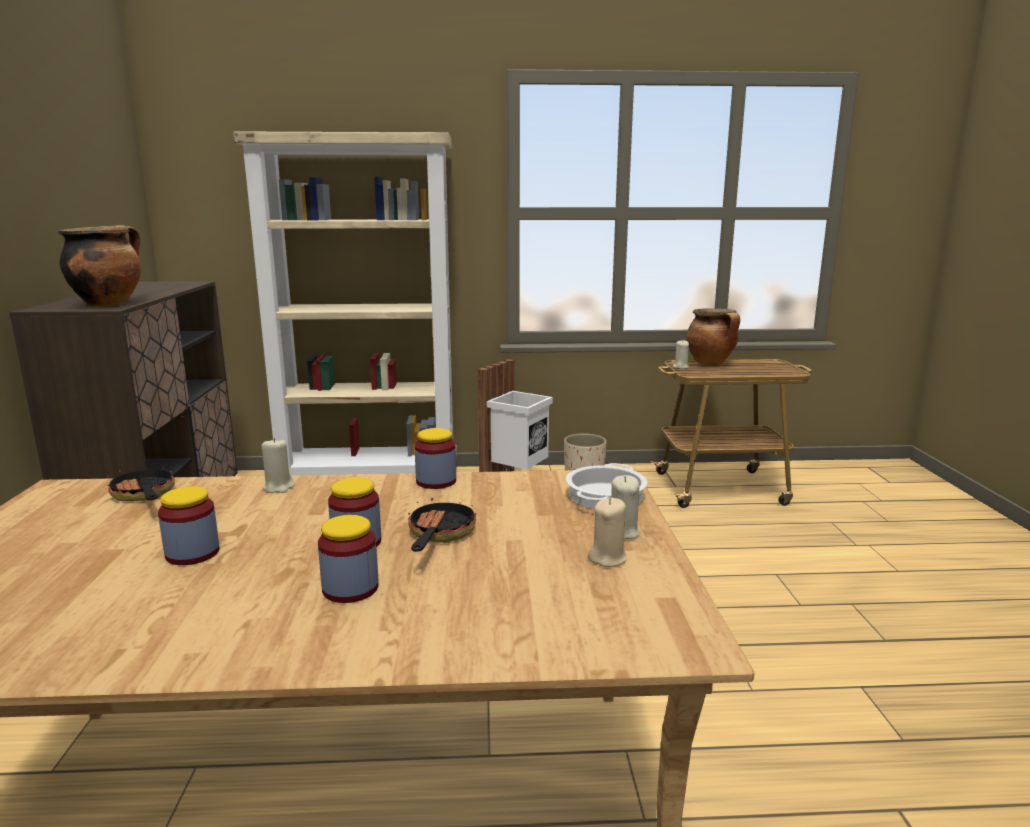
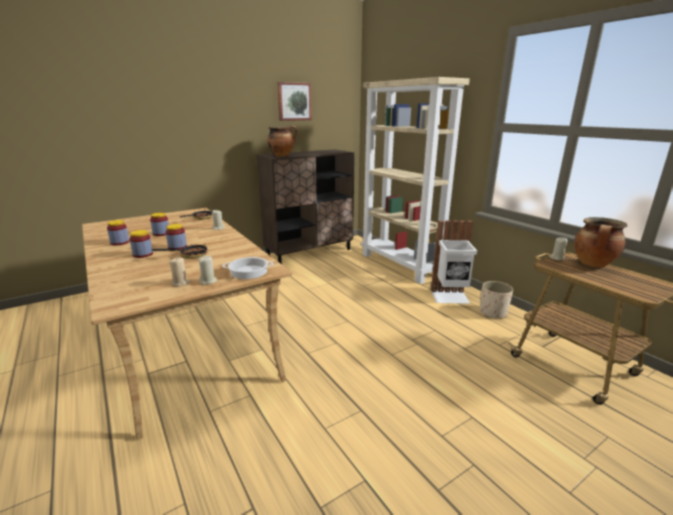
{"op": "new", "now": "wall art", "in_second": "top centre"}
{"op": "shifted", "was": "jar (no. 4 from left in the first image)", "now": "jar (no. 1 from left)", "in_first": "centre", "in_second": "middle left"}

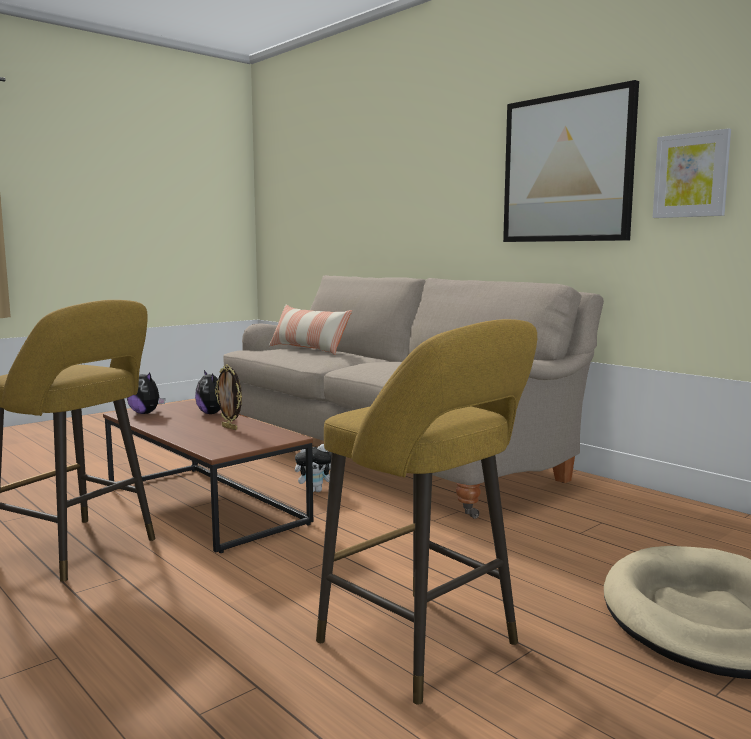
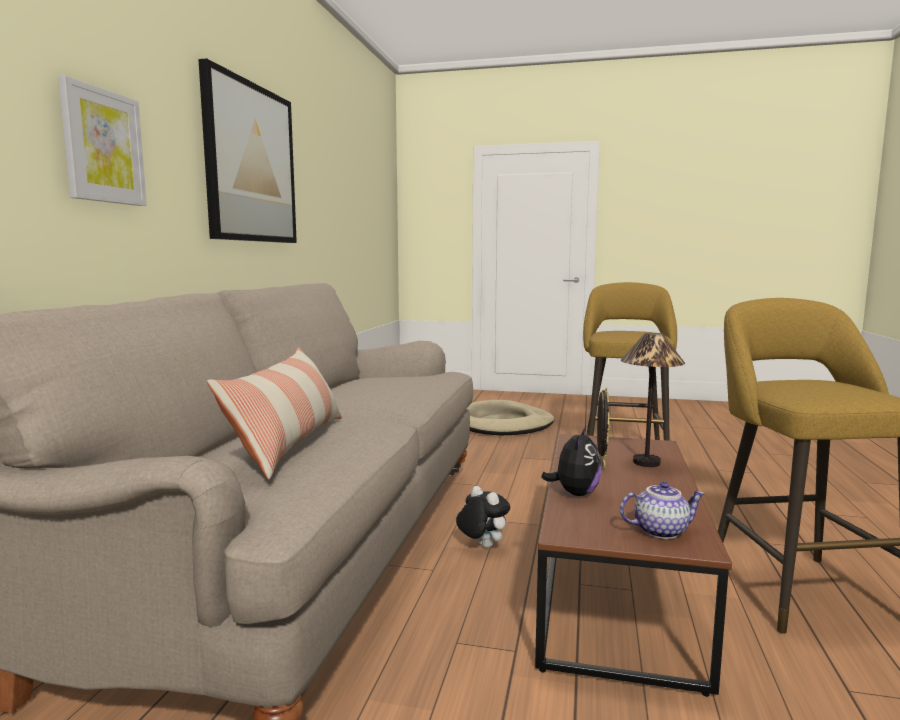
{"op": "new", "now": "lamp for a table", "in_second": "middle right"}
{"op": "shifted", "was": "wall art (no. 2 from left in the first image)", "now": "wall art (no. 1 from left)", "in_first": "top right", "in_second": "top left"}
{"op": "swapped", "was": "plush toy (no. 1 from left)", "now": "pot for tea", "in_first": "middle left", "in_second": "bottom right"}

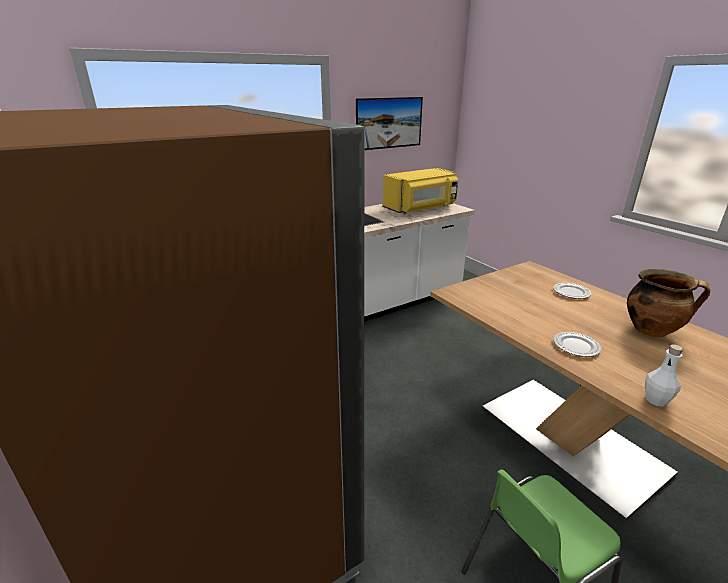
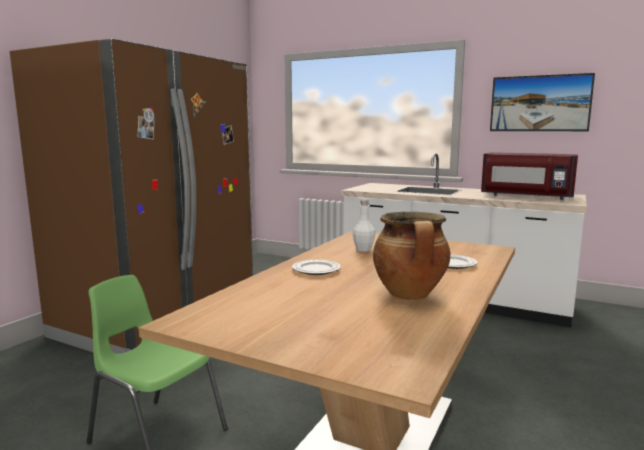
{"op": "shifted", "was": "white drink bottle", "in_first": "middle right", "in_second": "centre"}
{"op": "repainted", "was": "yellow microwave oven", "now": "red-coloured microwave oven", "in_first": "top centre", "in_second": "middle right"}

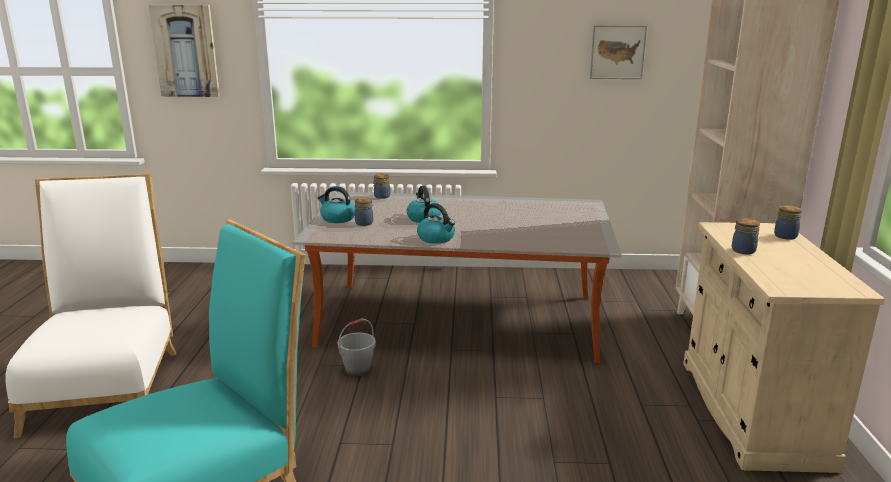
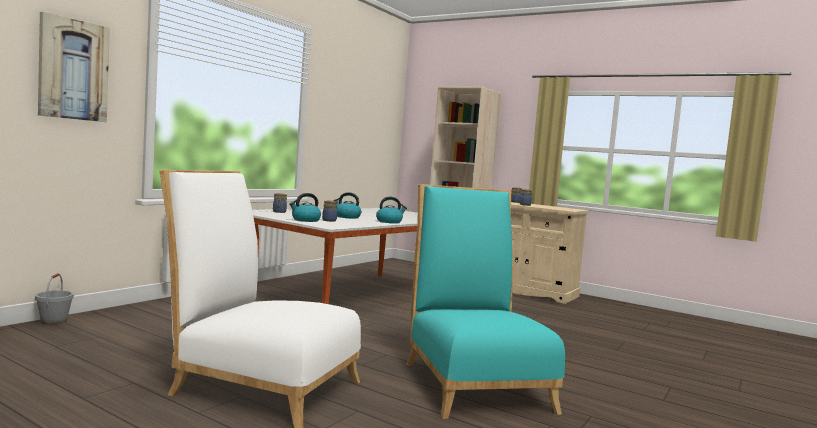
{"op": "gone", "was": "wall art (no. 2 from left)", "in_first": "top right"}
{"op": "shifted", "was": "greyish bucket", "in_first": "bottom centre", "in_second": "bottom left"}

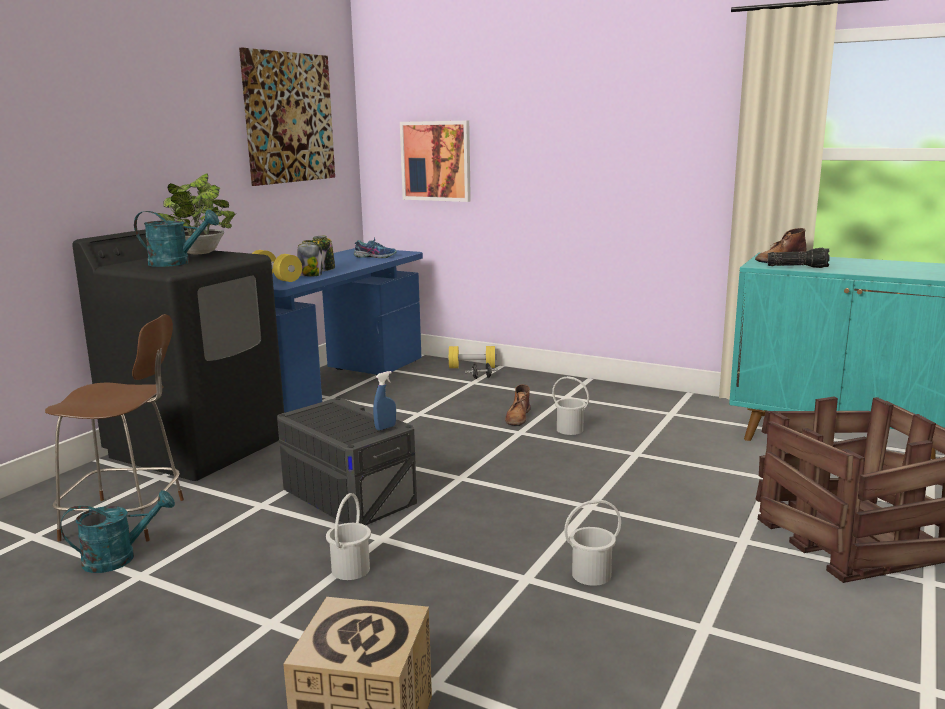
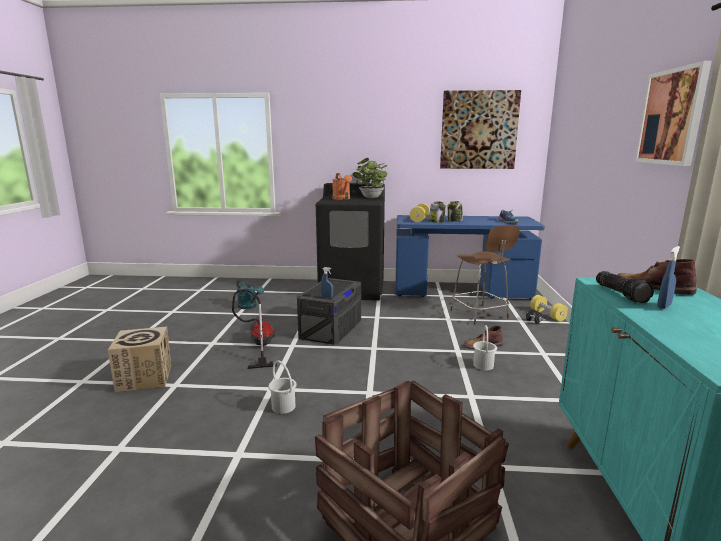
{"op": "new", "now": "blue hand sprayer (no. 2 from left)", "in_second": "middle right"}
{"op": "shifted", "was": "brown stool", "in_first": "middle left", "in_second": "middle right"}
{"op": "shifted", "was": "wall art (no. 2 from left)", "in_first": "top centre", "in_second": "top right"}
{"op": "swapped", "was": "white bucket (no. 1 from left)", "now": "hoover", "in_first": "bottom centre", "in_second": "centre"}
{"op": "repainted", "was": "turquoise watering can (no. 2 from left)", "now": "orange watering can", "in_first": "middle left", "in_second": "centre"}

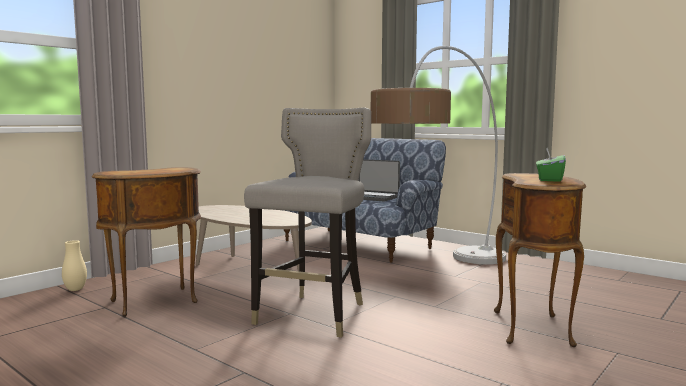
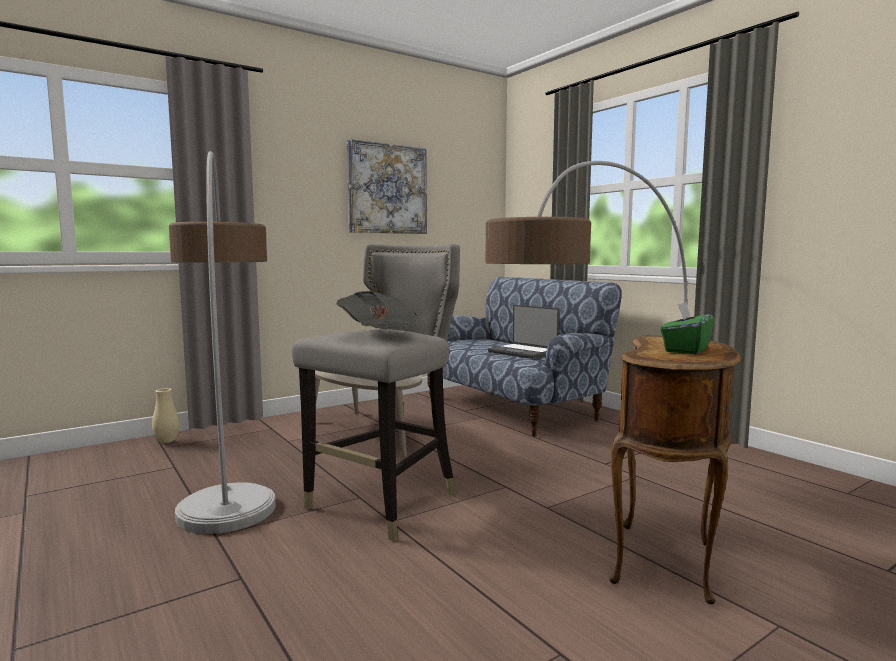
{"op": "new", "now": "printed paper", "in_second": "centre"}
{"op": "new", "now": "wall art", "in_second": "top centre"}
{"op": "swapped", "was": "brown end table (no. 1 from left)", "now": "standing lamp (no. 1 from left)", "in_first": "middle left", "in_second": "middle left"}

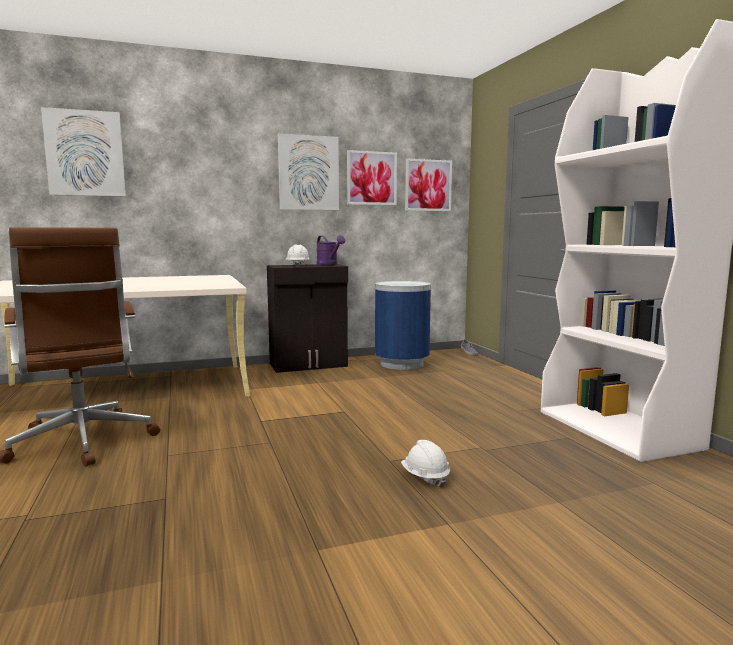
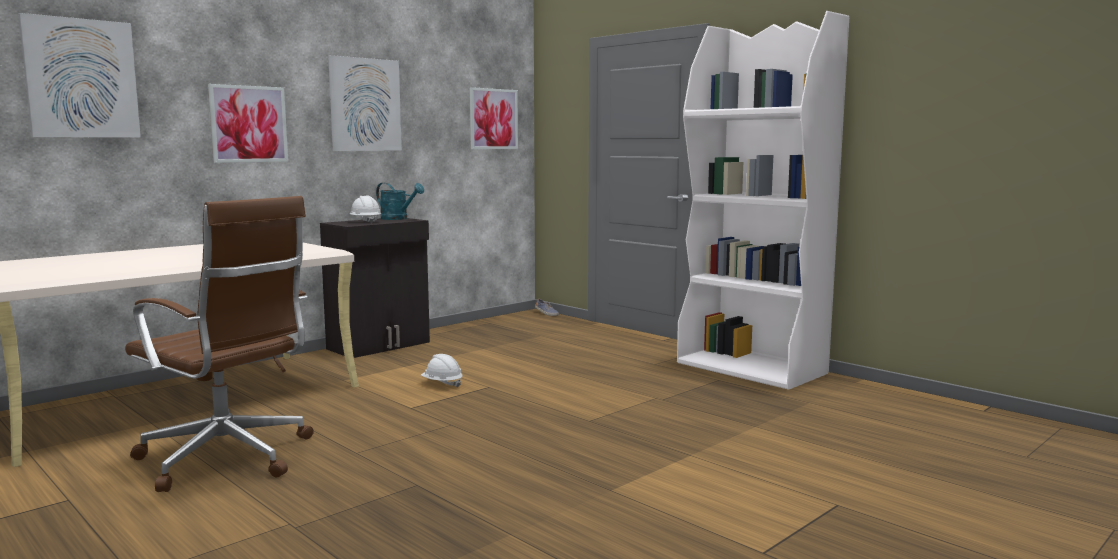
{"op": "gone", "was": "blue rubbish bin", "in_first": "centre"}
{"op": "shifted", "was": "wall art (no. 3 from left in the first image)", "now": "wall art (no. 2 from left)", "in_first": "top centre", "in_second": "top left"}
{"op": "shifted", "was": "white work helmet (no. 2 from left)", "in_first": "bottom centre", "in_second": "centre"}
{"op": "repainted", "was": "purple-coloured watering can", "now": "turquoise watering can", "in_first": "centre", "in_second": "centre"}

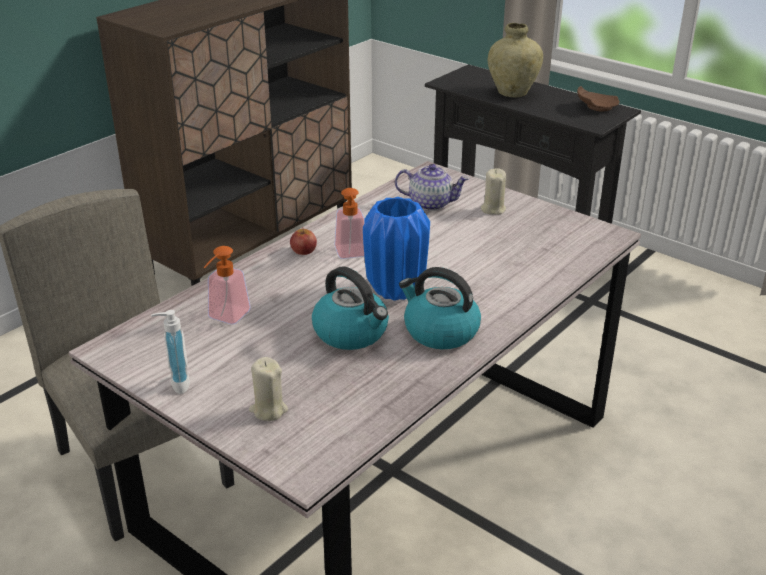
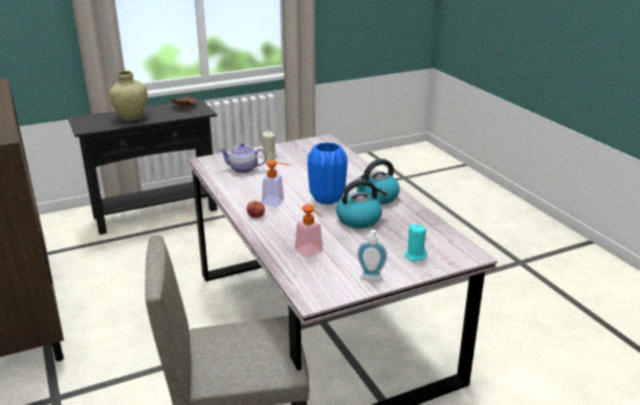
{"op": "repainted", "was": "beige wax candle (no. 1 from left)", "now": "turquoise wax candle", "in_first": "bottom centre", "in_second": "centre"}
{"op": "rotated", "was": "pot for tea", "in_first": "top centre", "in_second": "centre", "clockwise": -120}

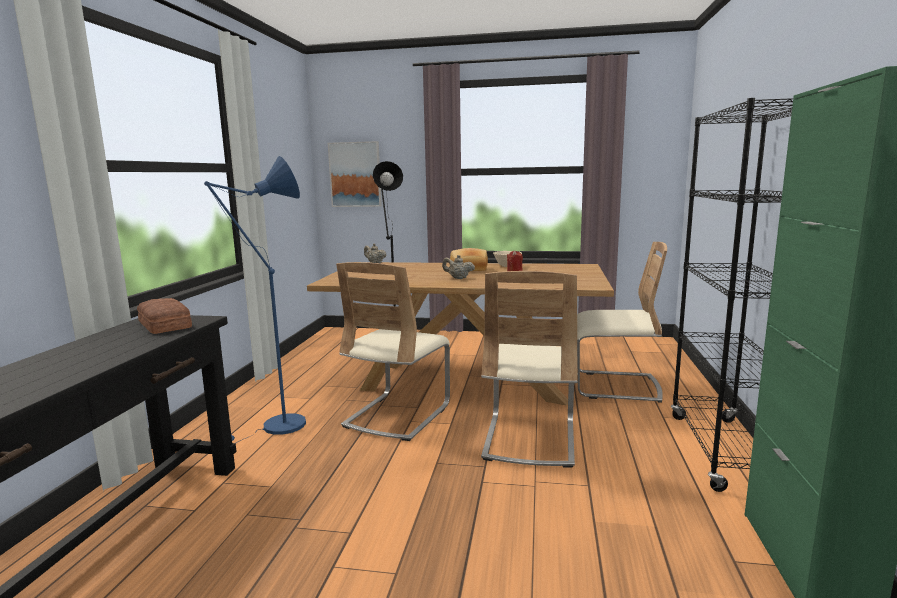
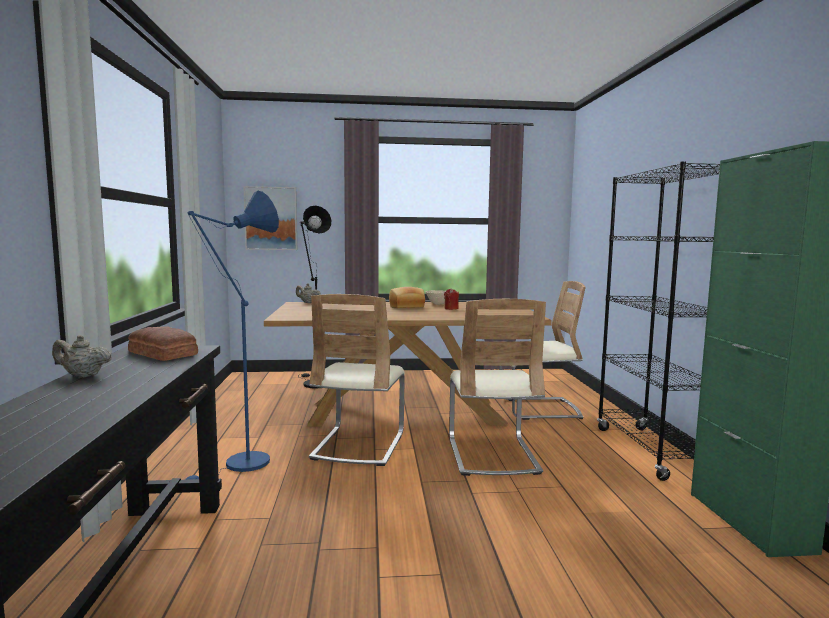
{"op": "shifted", "was": "beige pot for tea (no. 2 from left in the first image)", "now": "beige pot for tea (no. 1 from left)", "in_first": "centre", "in_second": "middle left"}

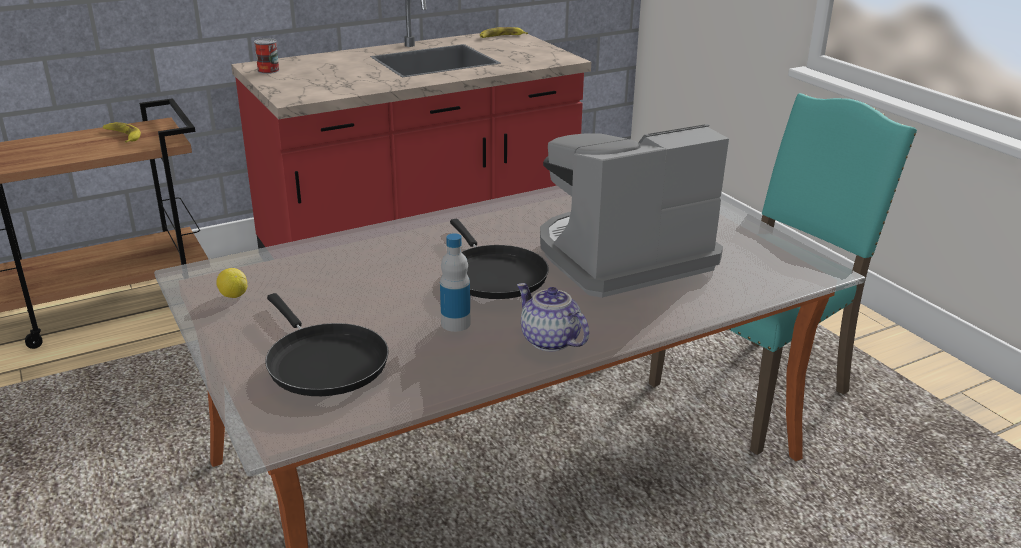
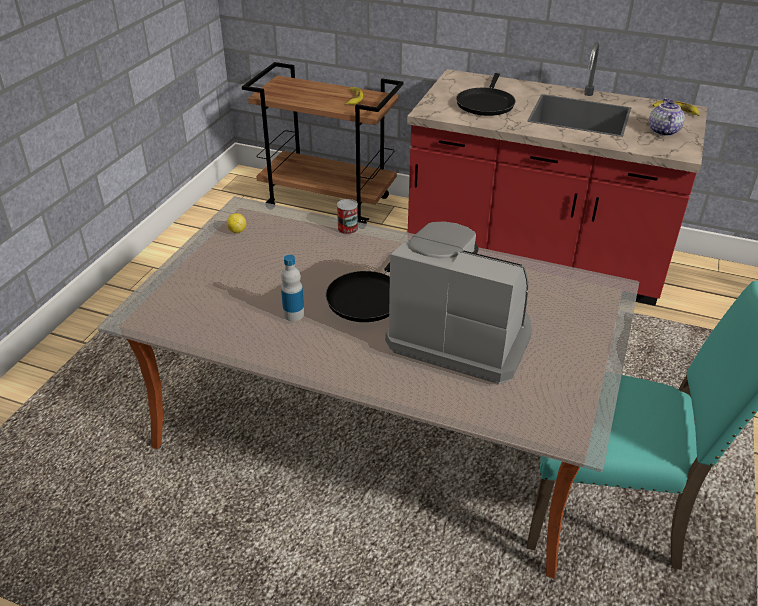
{"op": "shifted", "was": "sealed can", "in_first": "top left", "in_second": "centre"}
{"op": "shifted", "was": "blackish skillet (no. 1 from left in the first image)", "now": "blackish skillet (no. 2 from left)", "in_first": "middle left", "in_second": "top centre"}
{"op": "shifted", "was": "pot for tea", "in_first": "centre", "in_second": "top right"}

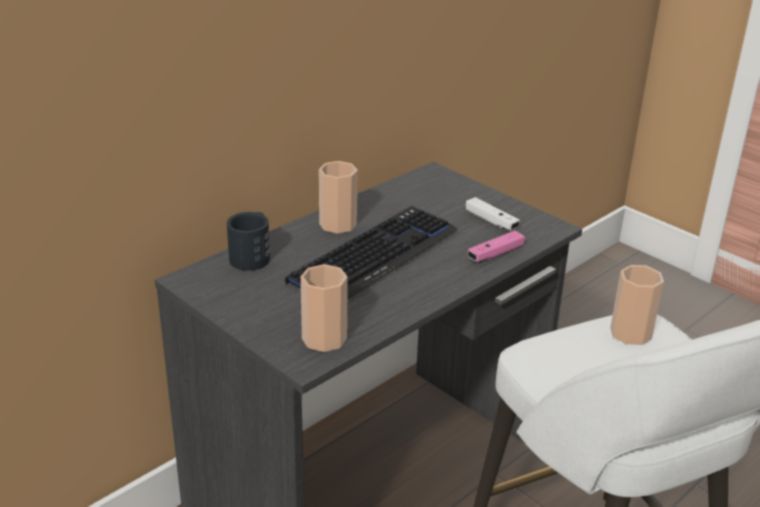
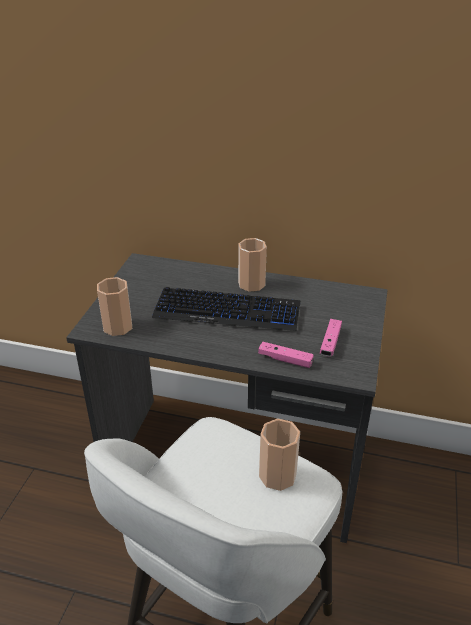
{"op": "gone", "was": "blackish mug", "in_first": "middle left"}
{"op": "repainted", "was": "white gamepad", "now": "pink-coloured gamepad (no. 2 from left)", "in_first": "centre", "in_second": "middle right"}

